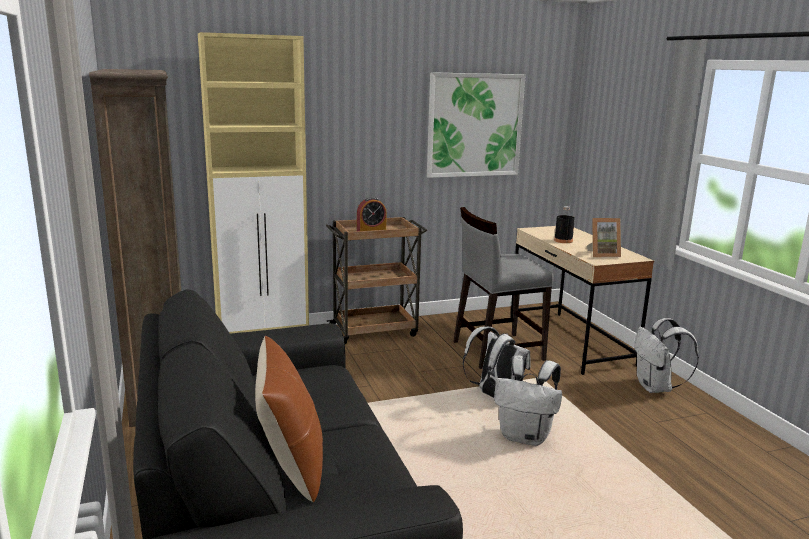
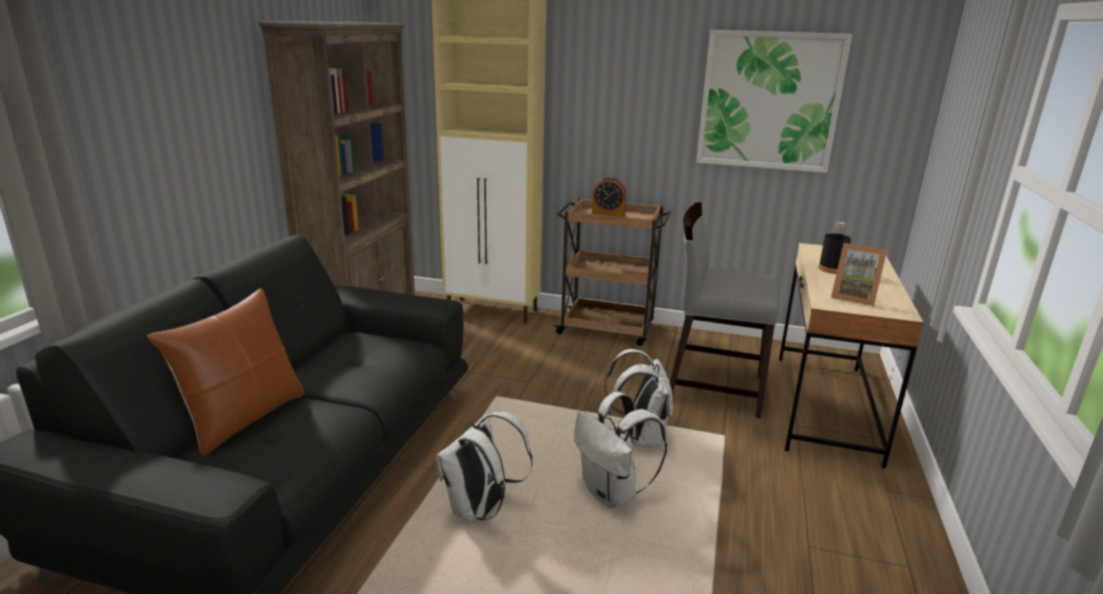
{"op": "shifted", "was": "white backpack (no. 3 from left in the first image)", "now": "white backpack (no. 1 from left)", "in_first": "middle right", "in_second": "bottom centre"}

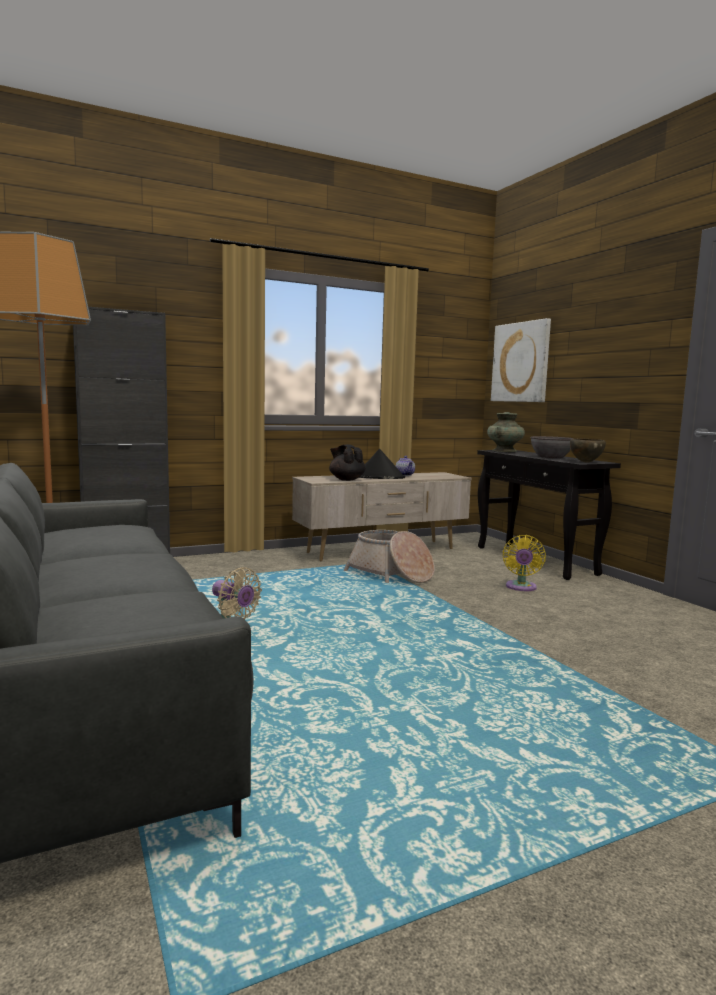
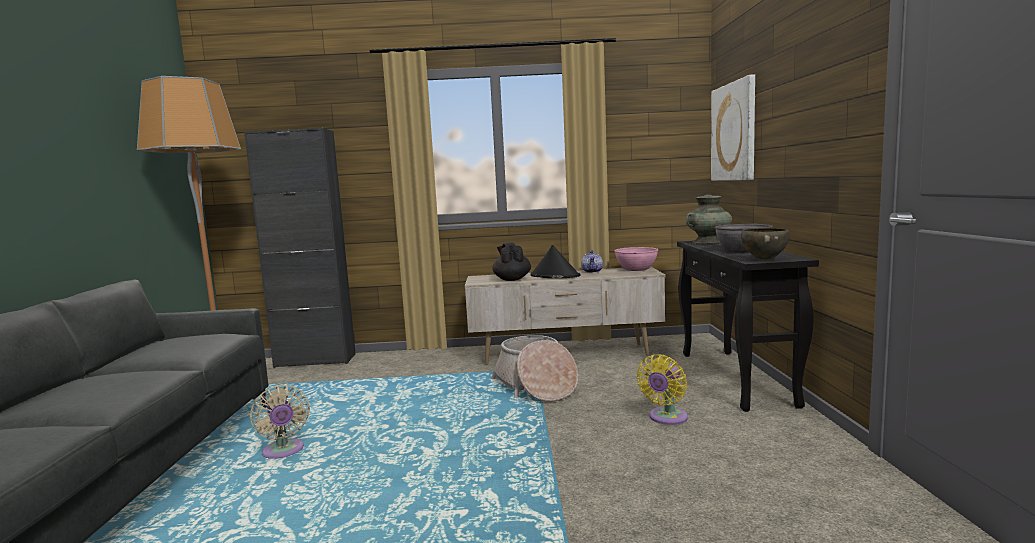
{"op": "new", "now": "pink-coloured deep dish", "in_second": "centre"}

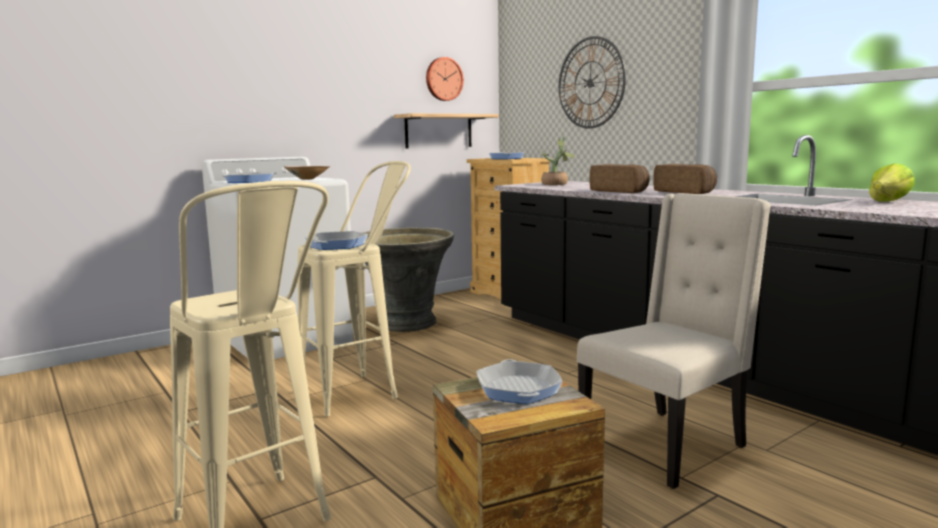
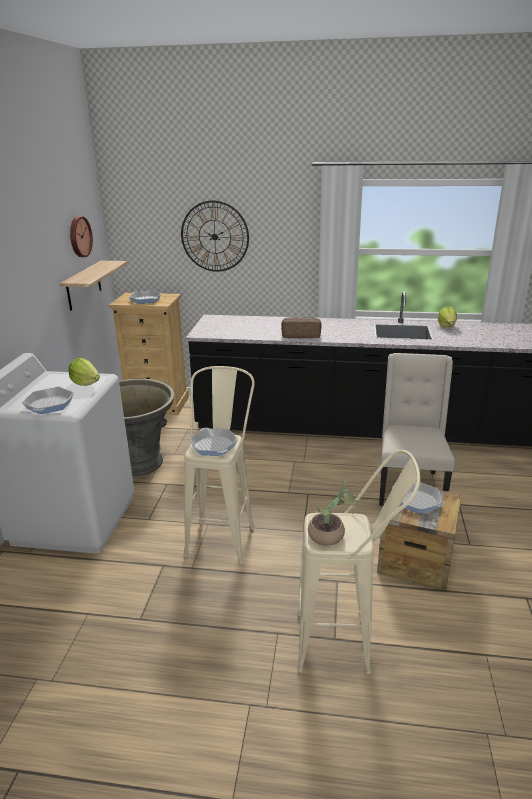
{"op": "gone", "was": "bread (no. 2 from left)", "in_first": "middle right"}
{"op": "shifted", "was": "plant in a pot", "in_first": "top centre", "in_second": "centre"}
{"op": "swapped", "was": "beige deep dish", "now": "lettuce (no. 1 from left)", "in_first": "top left", "in_second": "middle left"}

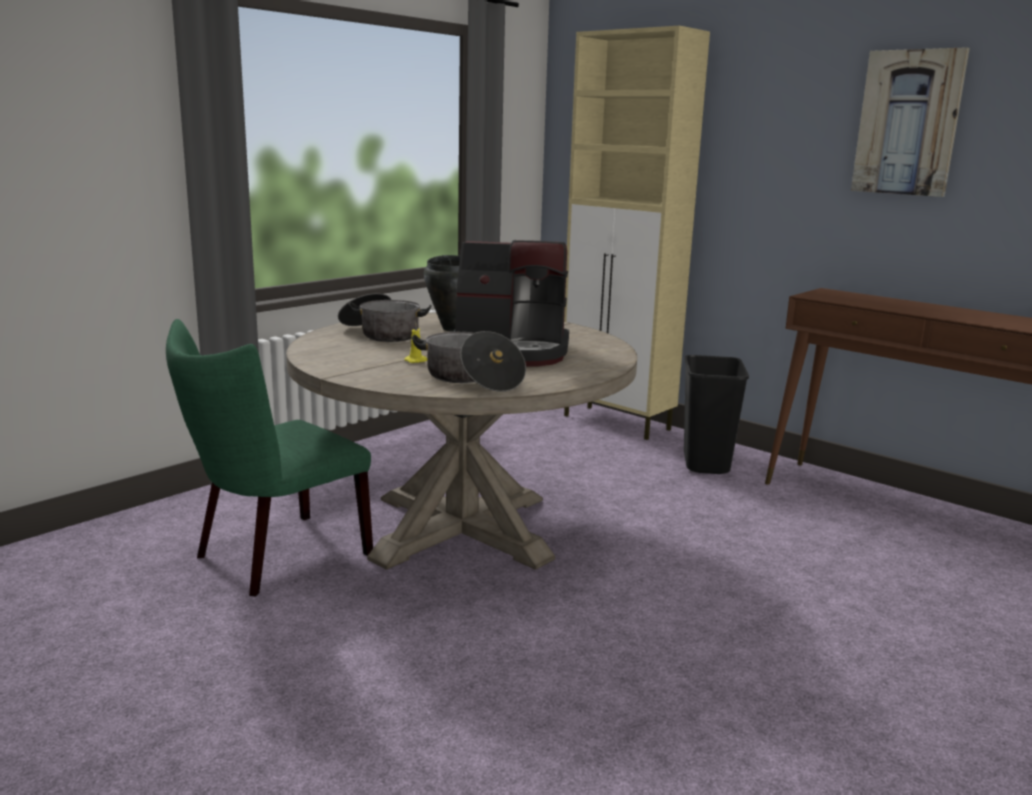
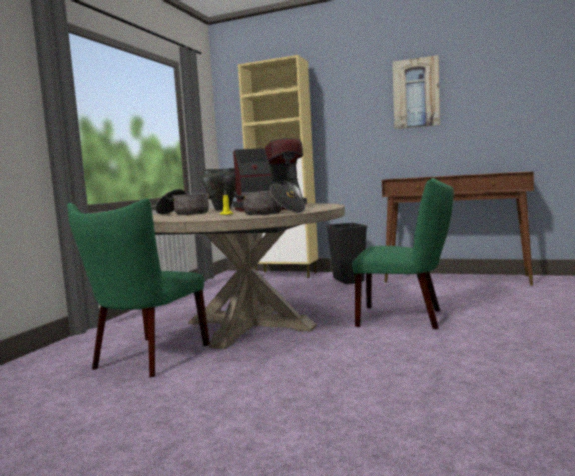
{"op": "new", "now": "green plain chair (no. 2 from left)", "in_second": "middle right"}

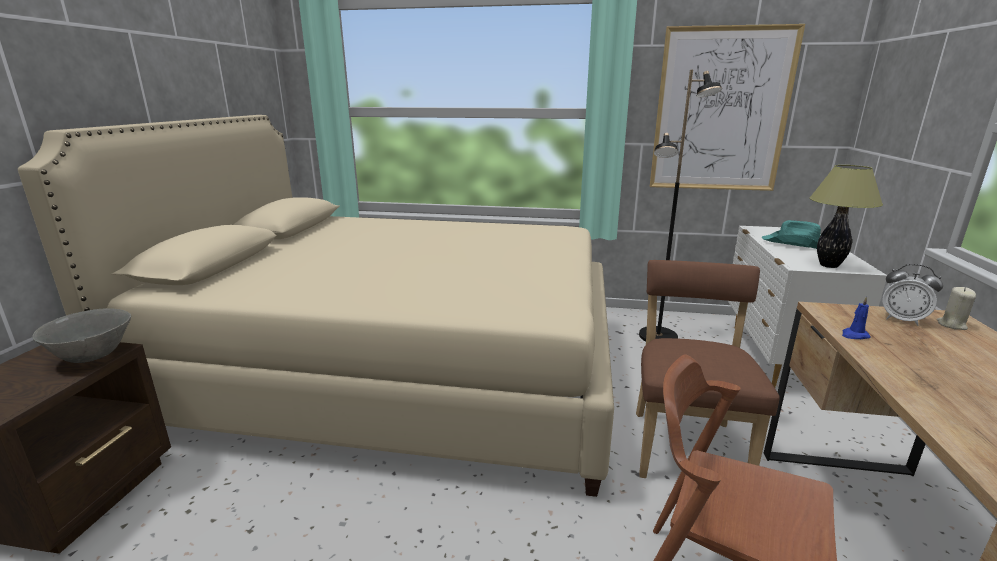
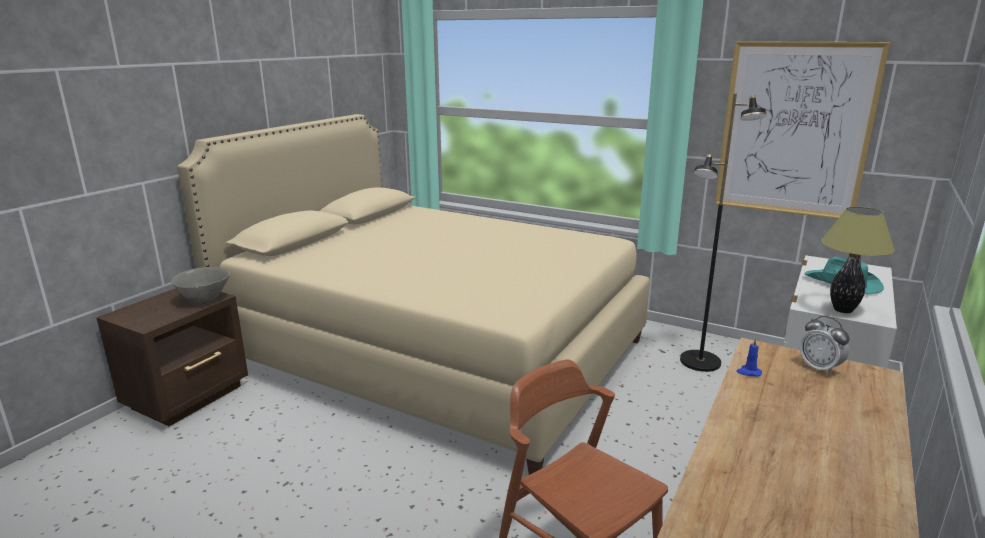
{"op": "gone", "was": "brown plain chair (no. 1 from left)", "in_first": "middle right"}
{"op": "gone", "was": "beige wax candle", "in_first": "middle right"}

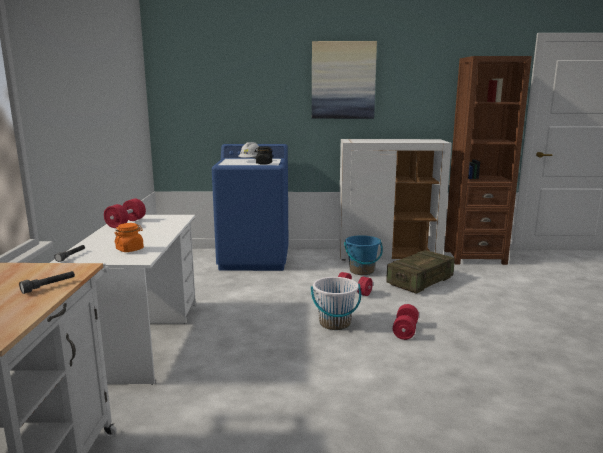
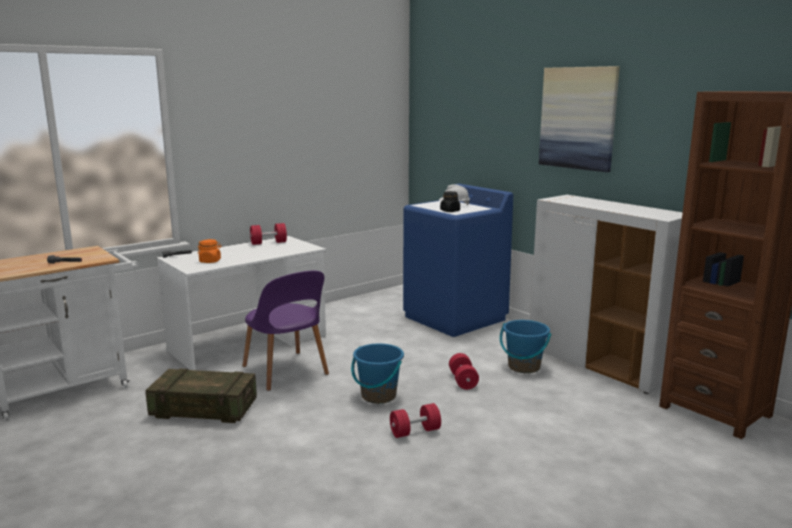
{"op": "new", "now": "purple-coloured plain chair", "in_second": "centre"}
{"op": "shifted", "was": "shipping crate", "in_first": "middle right", "in_second": "bottom left"}
{"op": "repainted", "was": "white bucket", "now": "blue bucket (no. 1 from left)", "in_first": "bottom centre", "in_second": "bottom centre"}

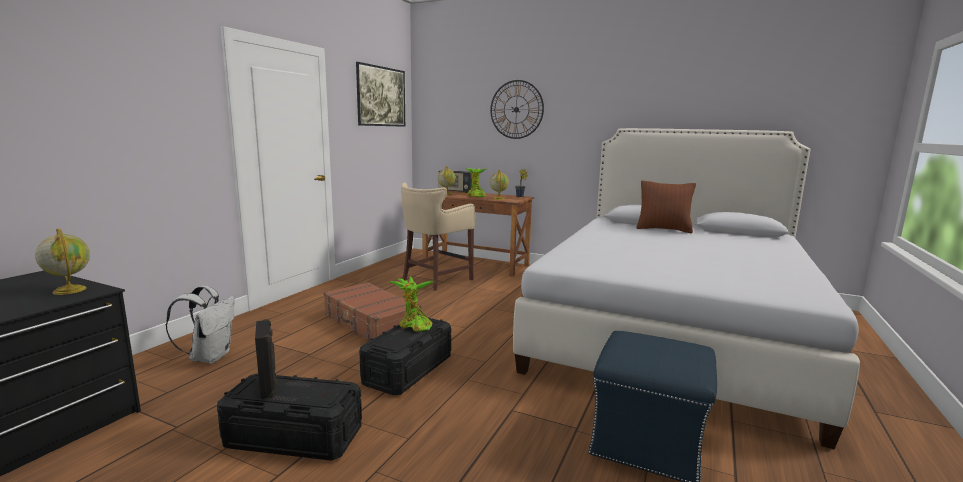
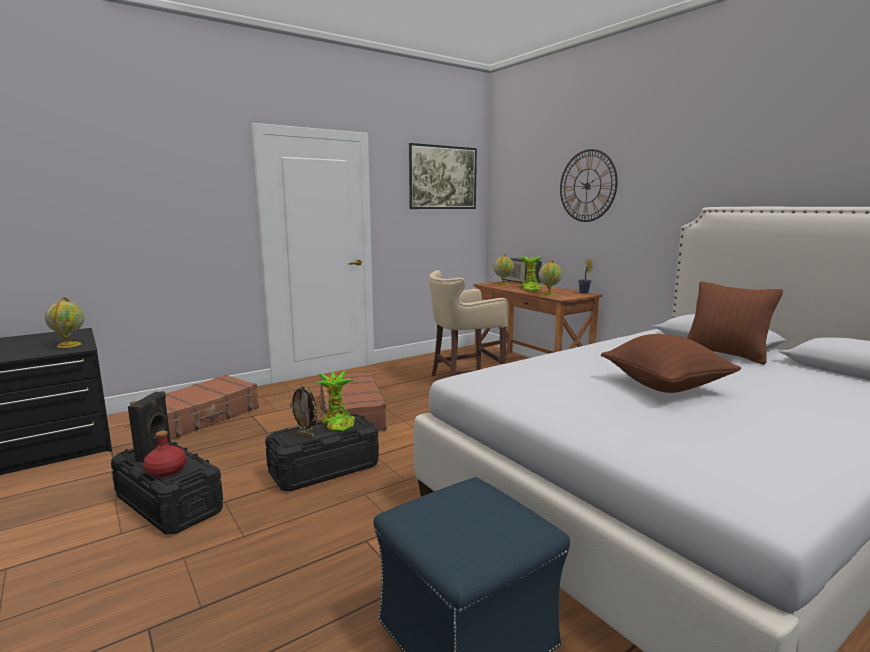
{"op": "new", "now": "red-coloured drink bottle", "in_second": "bottom left"}
{"op": "new", "now": "picture frame", "in_second": "centre"}
{"op": "new", "now": "brown pillow (no. 1 from left)", "in_second": "middle right"}
{"op": "swapped", "was": "white backpack", "now": "brown piece of luggage (no. 1 from left)", "in_first": "bottom left", "in_second": "middle left"}

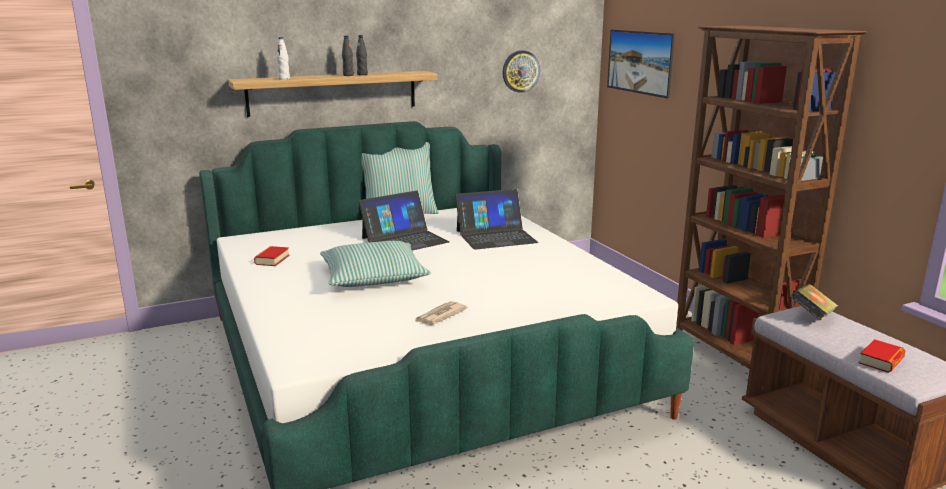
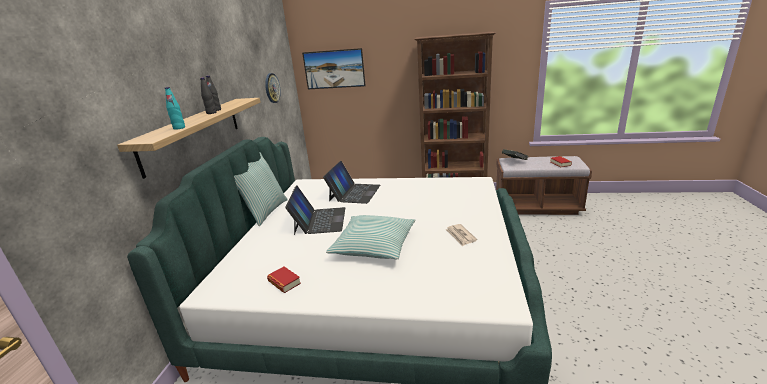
{"op": "repainted", "was": "white drink bottle", "now": "turquoise drink bottle", "in_first": "top left", "in_second": "top left"}

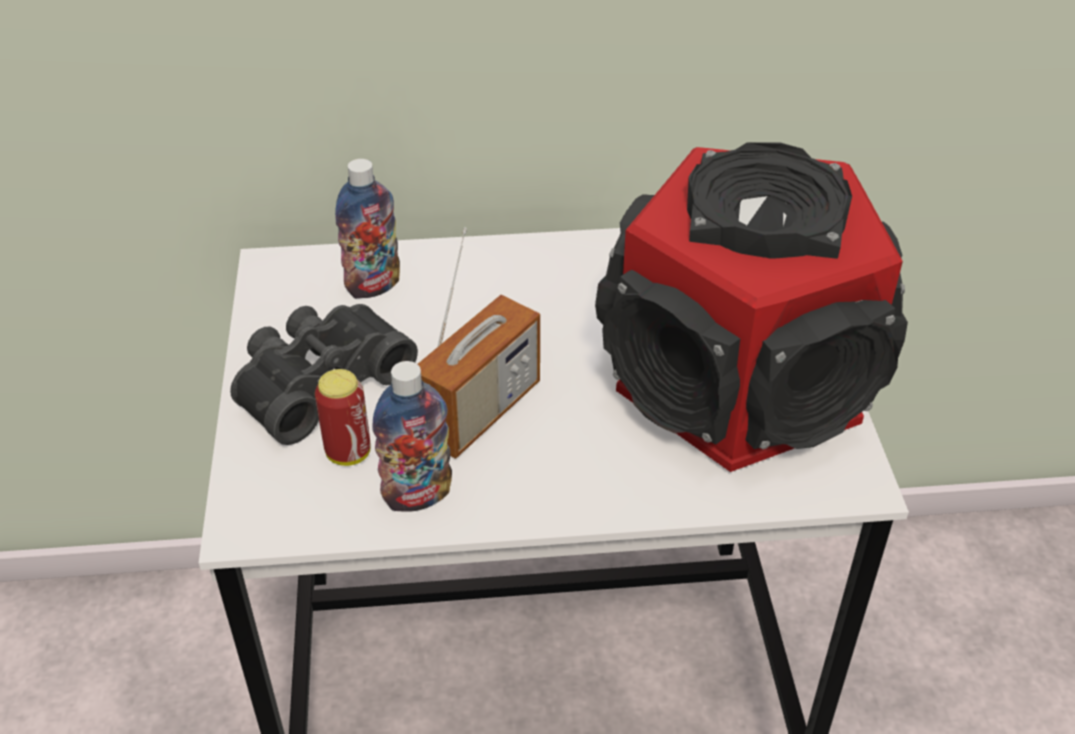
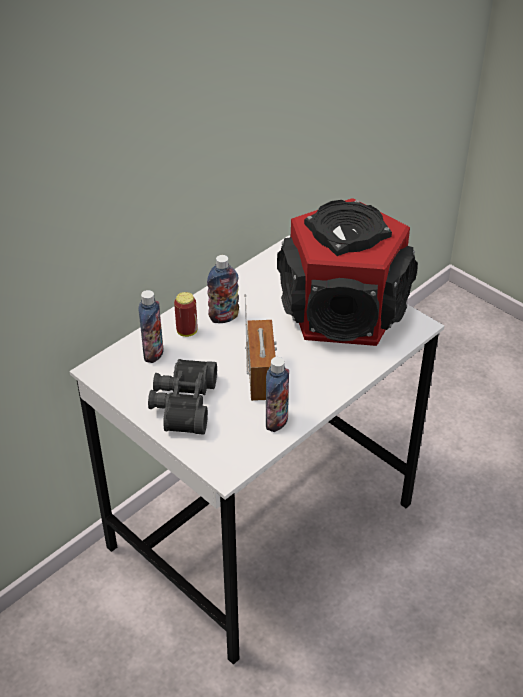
{"op": "new", "now": "drink bottle (no. 2 from left)", "in_second": "centre"}
{"op": "shifted", "was": "sealed can", "in_first": "middle left", "in_second": "centre"}

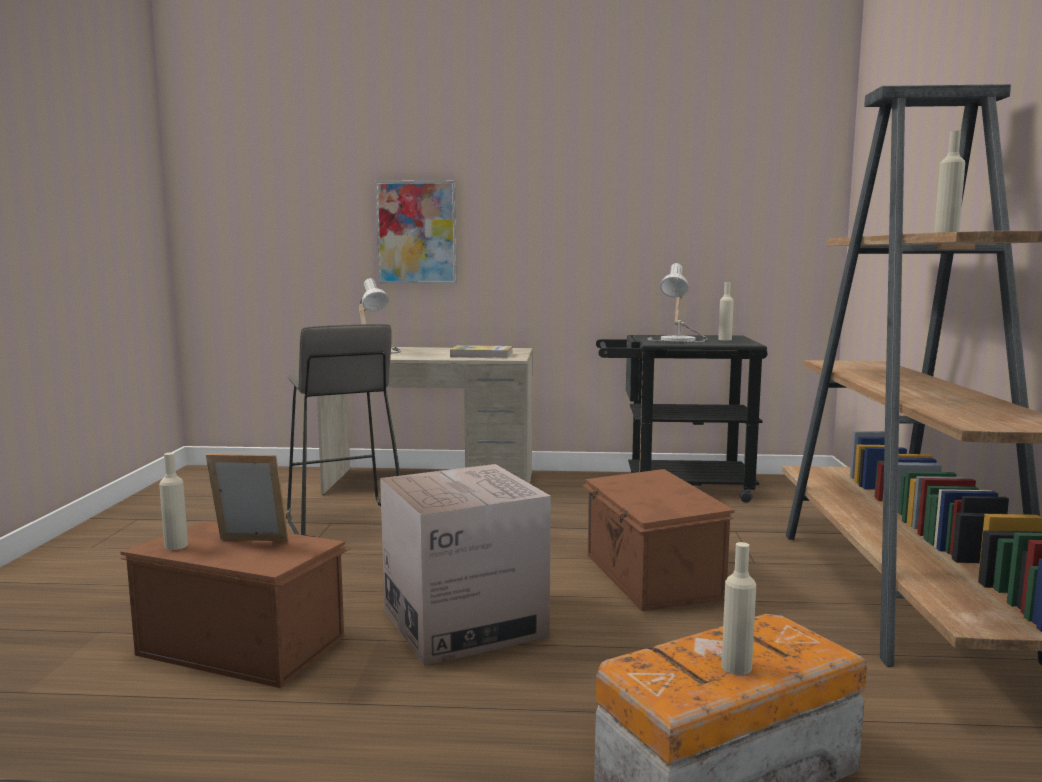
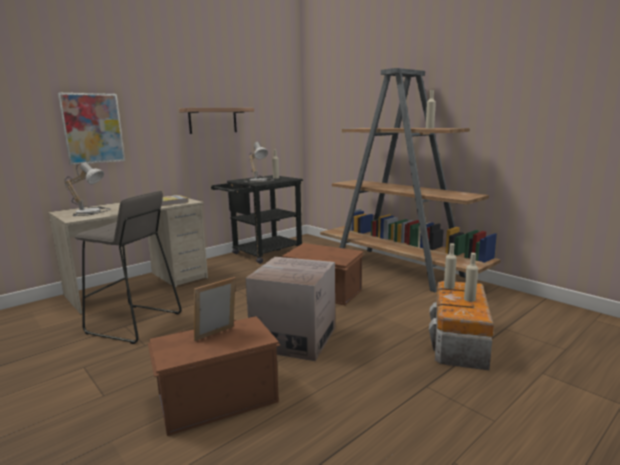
{"op": "new", "now": "wall shelf", "in_second": "top centre"}
{"op": "shifted", "was": "beige drink bottle (no. 1 from left in the first image)", "now": "beige drink bottle (no. 3 from left)", "in_first": "middle left", "in_second": "middle right"}

